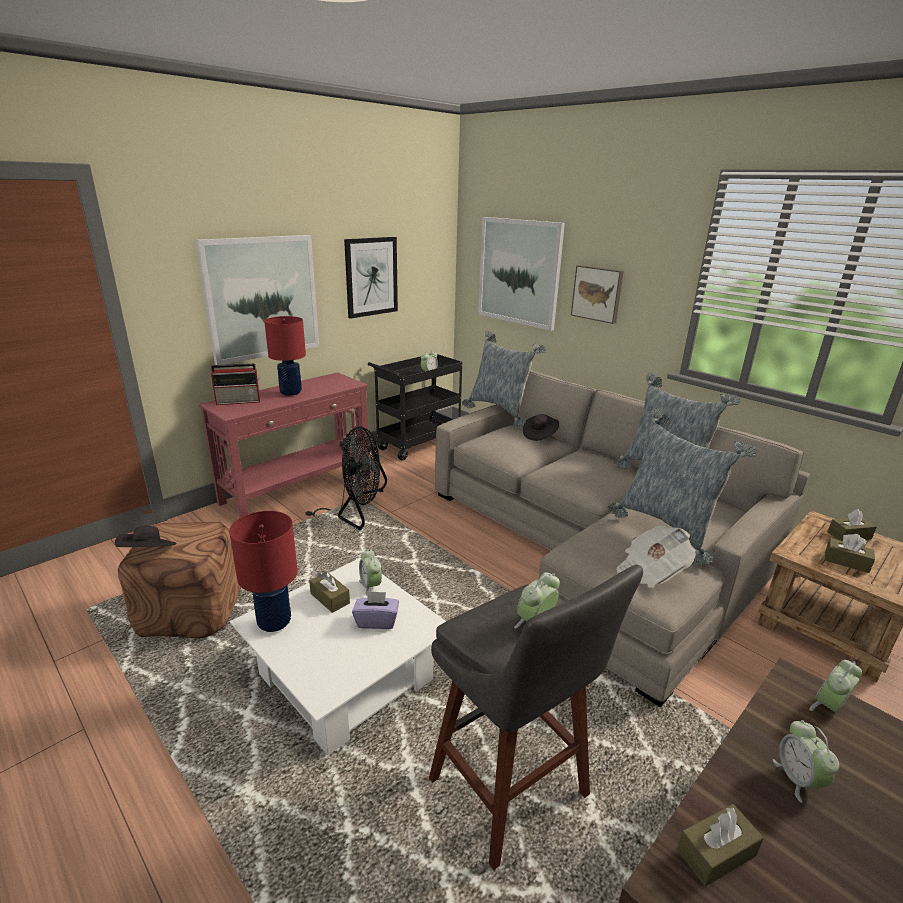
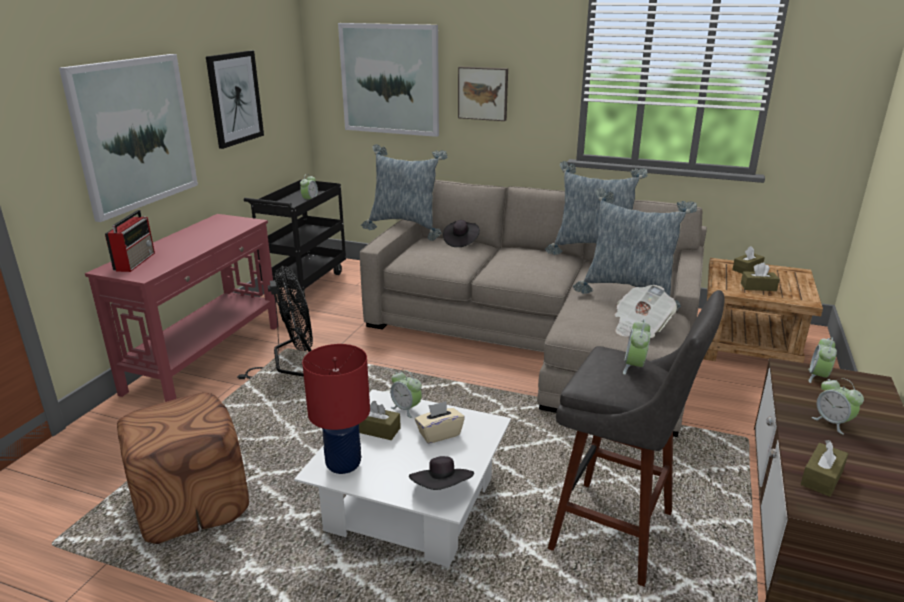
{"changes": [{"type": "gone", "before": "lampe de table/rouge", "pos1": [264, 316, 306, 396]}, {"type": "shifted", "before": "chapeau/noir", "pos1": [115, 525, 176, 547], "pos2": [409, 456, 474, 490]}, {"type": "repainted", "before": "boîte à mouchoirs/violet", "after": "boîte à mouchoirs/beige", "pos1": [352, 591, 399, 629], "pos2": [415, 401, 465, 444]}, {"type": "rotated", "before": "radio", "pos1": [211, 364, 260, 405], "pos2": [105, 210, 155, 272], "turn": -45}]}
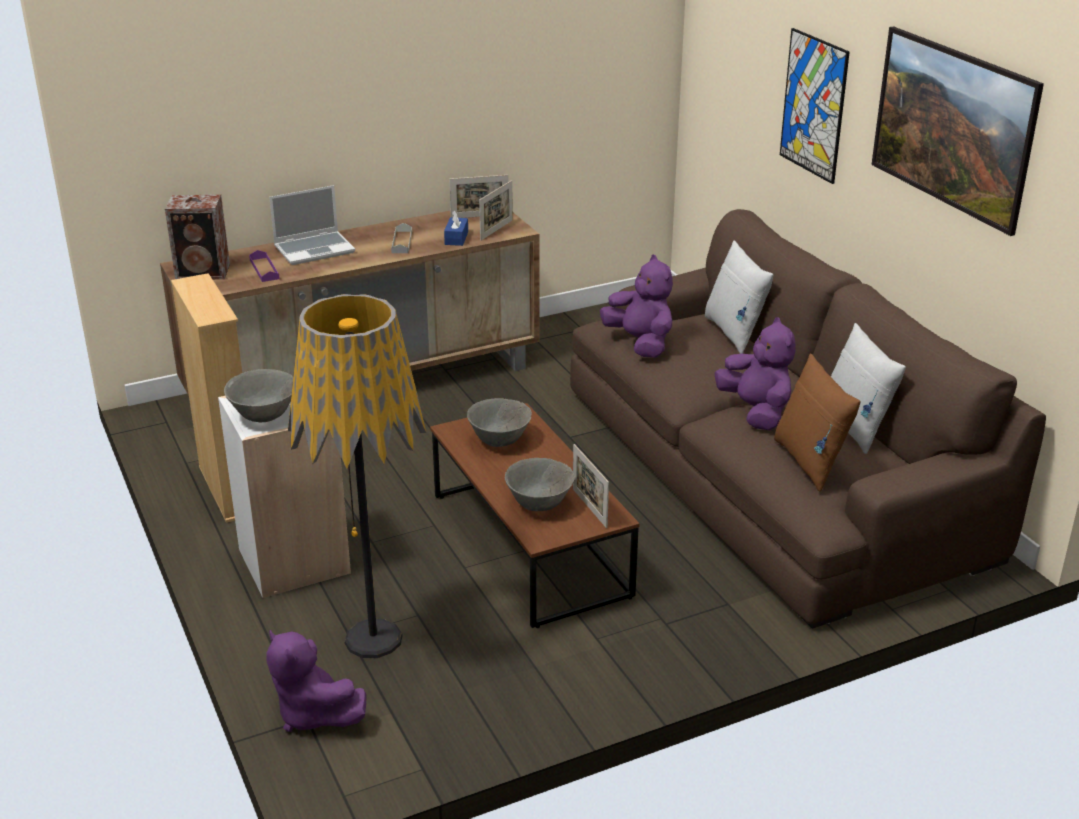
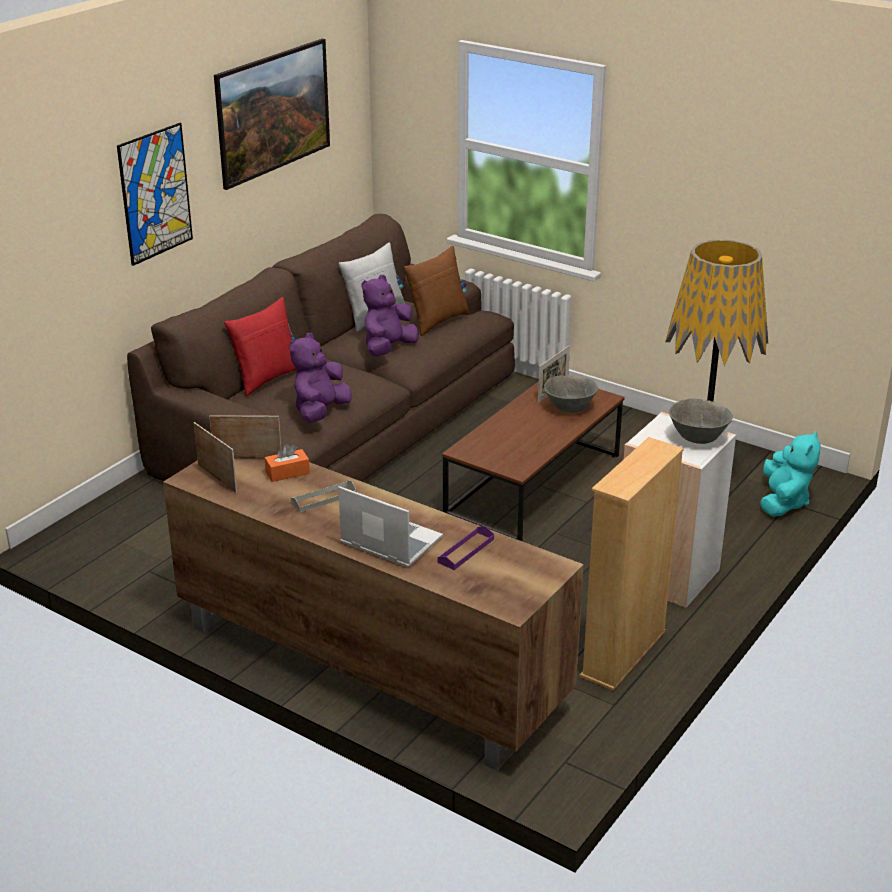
{"changes": [{"type": "gone", "before": "enceinte", "pos1": [165, 194, 230, 280]}, {"type": "gone", "before": "bol/gris", "pos1": [467, 398, 532, 447]}, {"type": "repainted", "before": "peluche/violet", "after": "peluche/turquoise", "pos1": [266, 630, 367, 732], "pos2": [760, 431, 820, 517]}, {"type": "repainted", "before": "boîte à mouchoirs/bleu", "after": "boîte à mouchoirs/orange", "pos1": [444, 211, 468, 246], "pos2": [265, 444, 310, 482]}, {"type": "repainted", "before": "coussin/gris", "after": "coussin/rouge", "pos1": [705, 241, 773, 354], "pos2": [224, 297, 298, 396]}]}
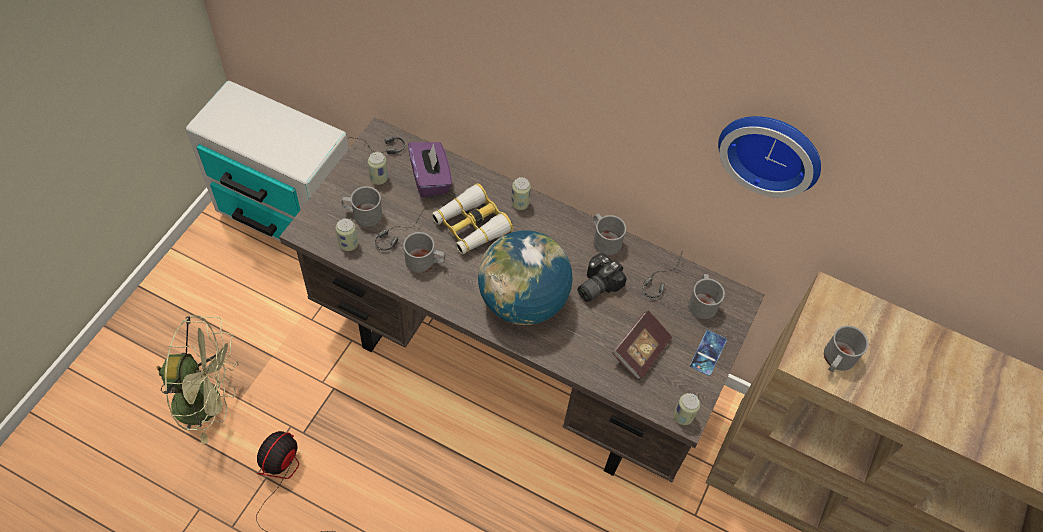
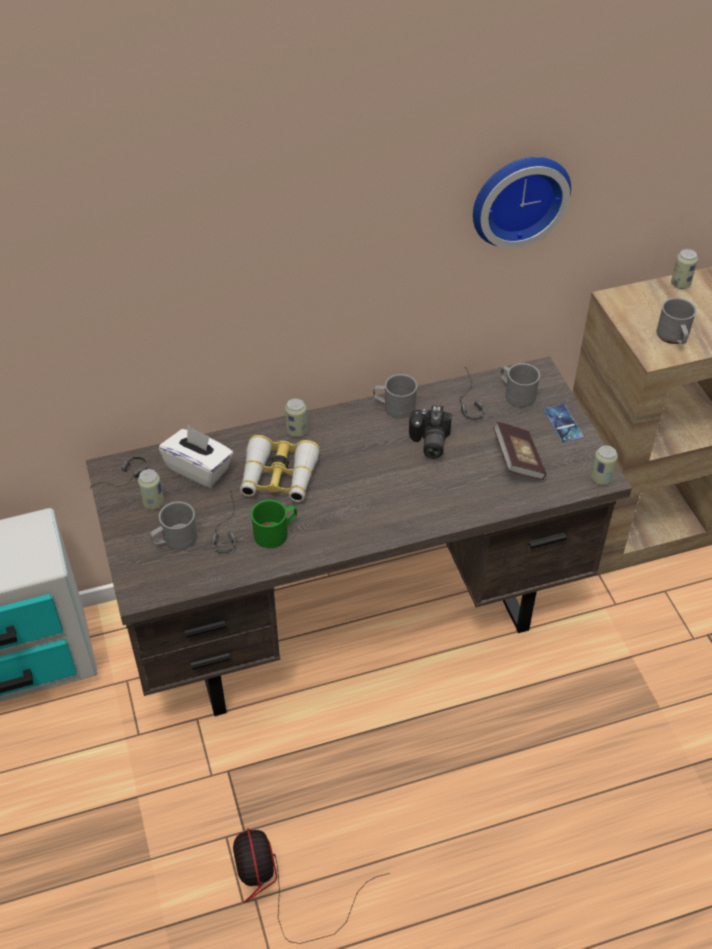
{"changes": [{"type": "gone", "before": "ventilateur/vert", "pos1": [157, 315, 239, 444]}, {"type": "gone", "before": "globe", "pos1": [478, 231, 572, 325]}, {"type": "shifted", "before": "boîte métallique", "pos1": [336, 218, 358, 251], "pos2": [671, 249, 698, 289]}, {"type": "repainted", "before": "mug/gris", "after": "mug/vert", "pos1": [403, 232, 445, 273], "pos2": [251, 500, 297, 548]}, {"type": "repainted", "before": "boîte à mouchoirs/violet", "after": "boîte à mouchoirs/blanc", "pos1": [408, 142, 452, 197], "pos2": [159, 426, 233, 488]}]}
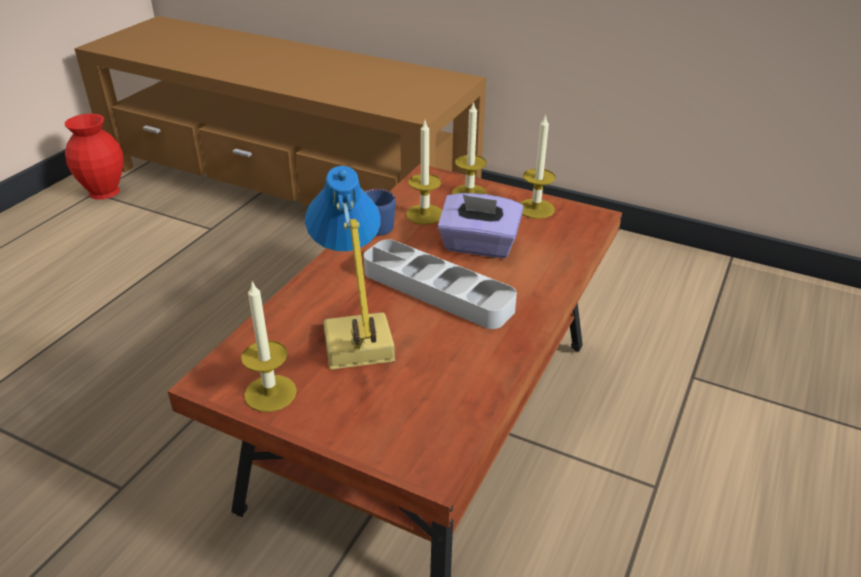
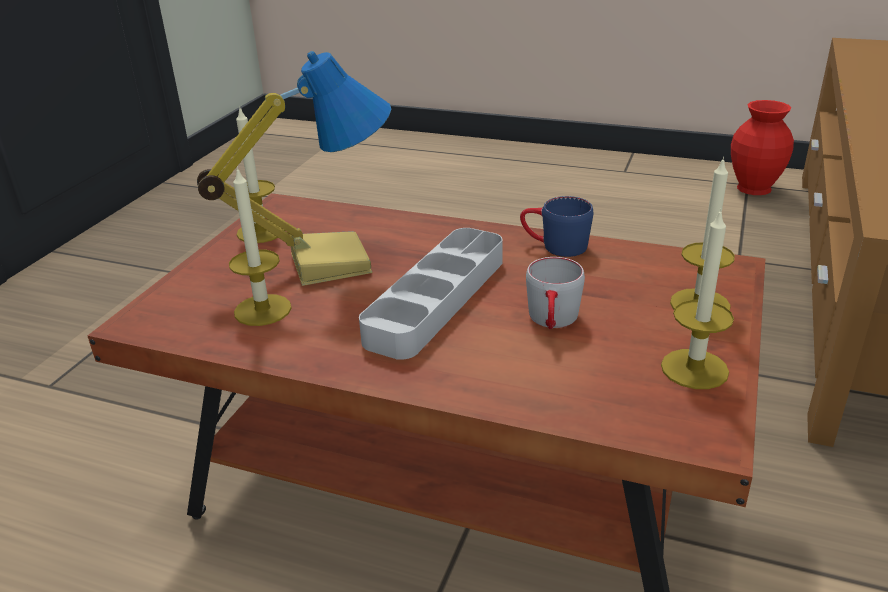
{"changes": [{"type": "shifted", "before": "bougie", "pos1": [406, 121, 442, 225], "pos2": [229, 166, 292, 326]}, {"type": "swapped", "before": "boîte à mouchoirs/violet", "after": "mug/gris", "pos1": [438, 193, 523, 258], "pos2": [526, 257, 585, 329]}]}
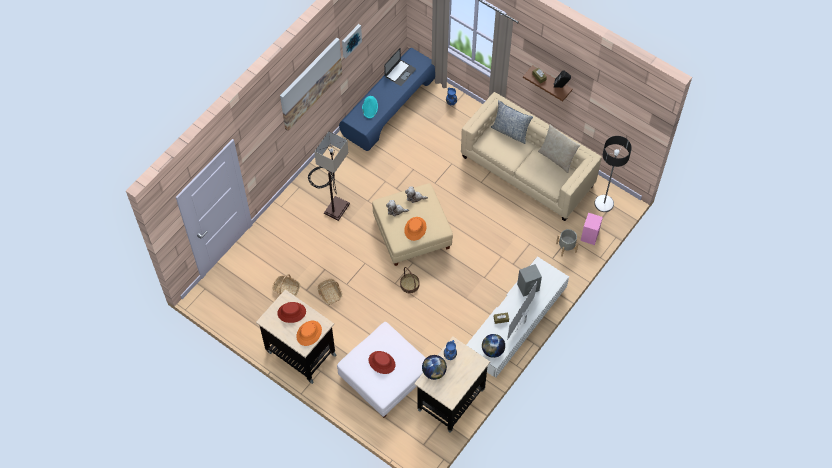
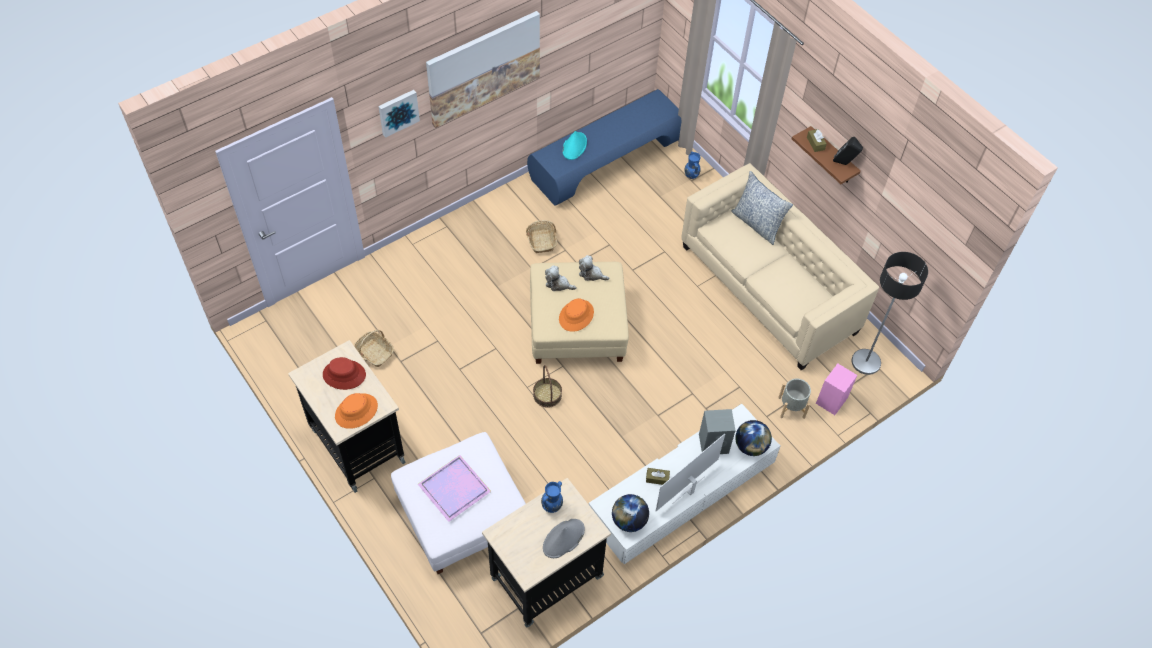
{"changes": [{"type": "gone", "before": "lampadaire", "pos1": [308, 131, 350, 221]}, {"type": "gone", "before": "ordinateur portable", "pos1": [384, 48, 416, 86]}, {"type": "gone", "before": "coussin/beige", "pos1": [538, 125, 580, 173]}, {"type": "new", "after": "chapeau/gris", "pos2": [543, 519, 585, 558]}, {"type": "shifted", "before": "panier", "pos1": [318, 279, 342, 305], "pos2": [526, 220, 557, 253]}, {"type": "shifted", "before": "tableau", "pos1": [342, 24, 362, 58], "pos2": [378, 90, 420, 138]}, {"type": "shifted", "before": "globe", "pos1": [422, 355, 447, 380], "pos2": [735, 420, 772, 456]}, {"type": "swapped", "before": "chapeau/rouge", "after": "plateau/violet", "pos1": [369, 351, 395, 374], "pos2": [418, 455, 491, 522]}]}
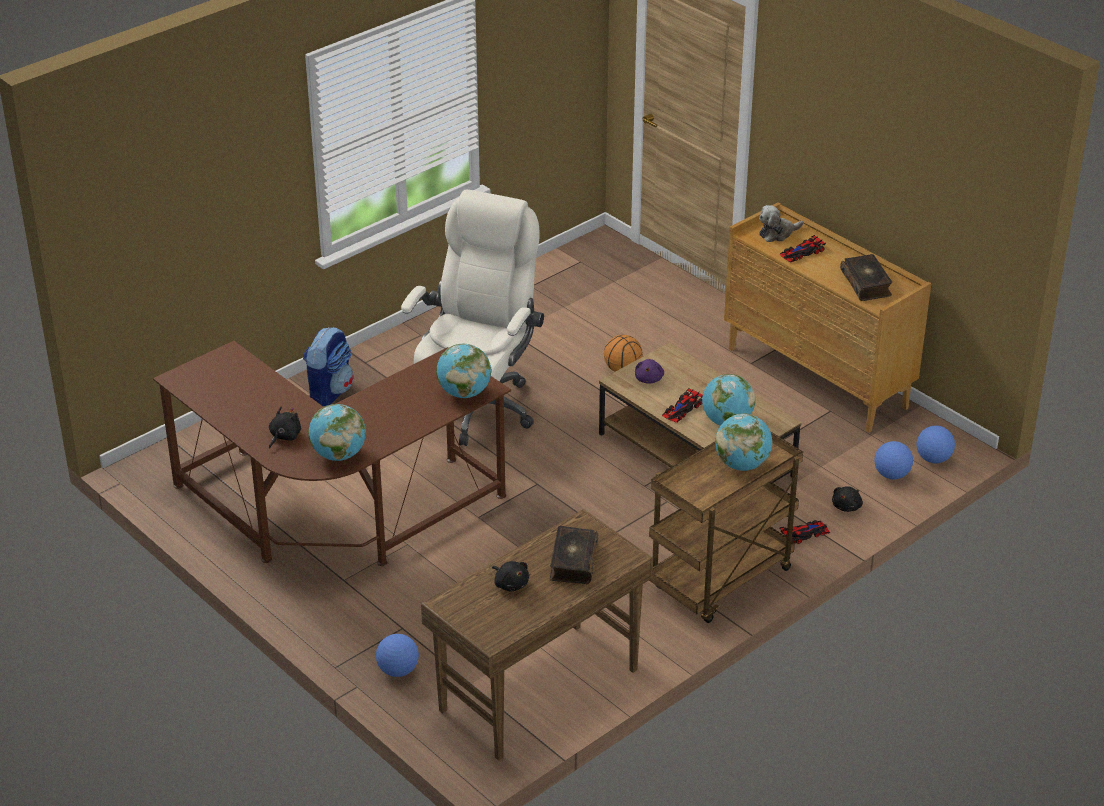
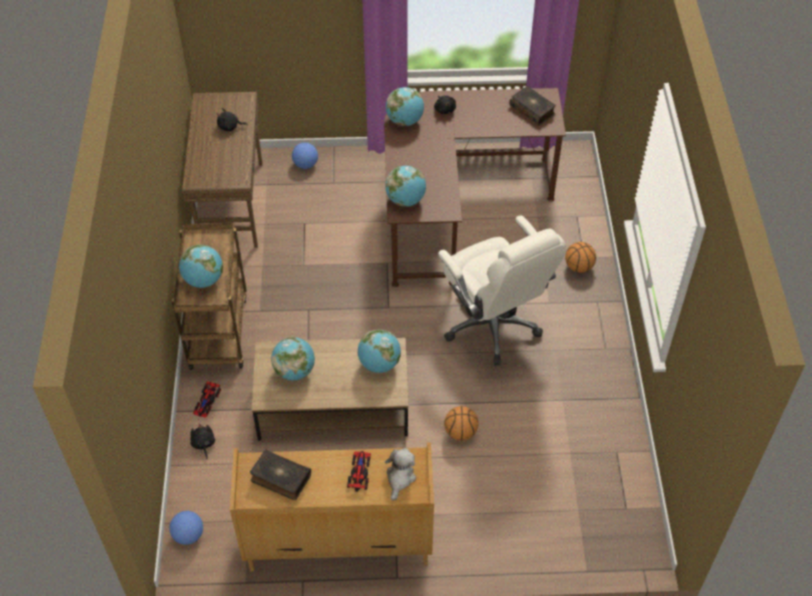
{"changes": [{"type": "gone", "before": "petite voiture", "pos1": [662, 388, 703, 423]}, {"type": "gone", "before": "ballon de foot", "pos1": [874, 441, 913, 479]}, {"type": "shifted", "before": "livre", "pos1": [550, 526, 599, 584], "pos2": [509, 86, 556, 126]}, {"type": "swapped", "before": "sac à dos", "after": "ballon de basket", "pos1": [303, 327, 354, 406], "pos2": [565, 242, 596, 273]}, {"type": "swapped", "before": "peluche/violet", "after": "globe", "pos1": [635, 359, 664, 384], "pos2": [358, 330, 401, 373]}]}
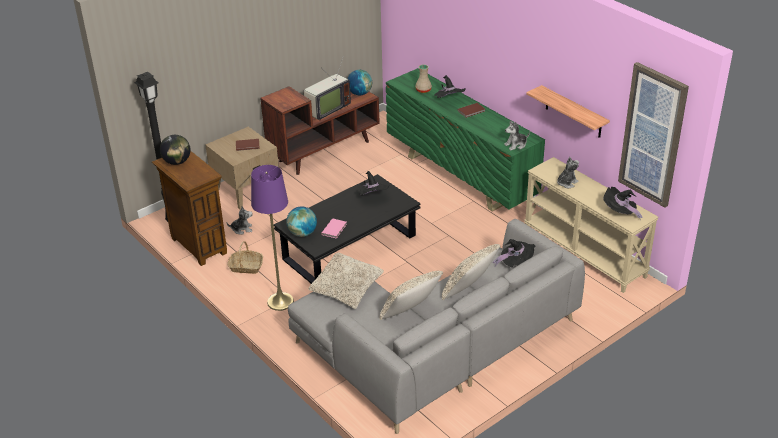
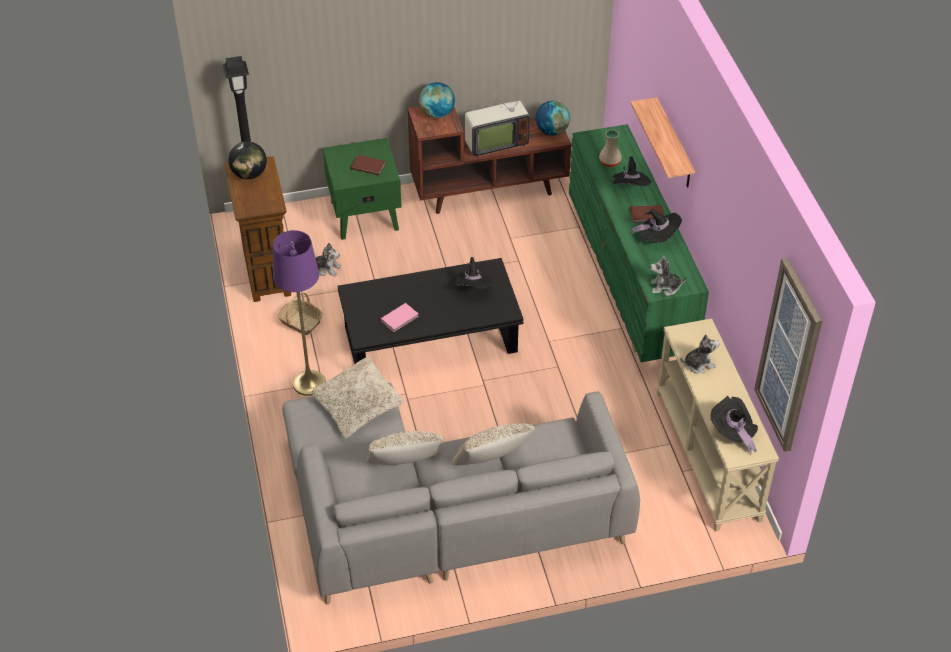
{"changes": [{"type": "shifted", "before": "globe", "pos1": [286, 206, 317, 237], "pos2": [419, 82, 455, 118]}, {"type": "shifted", "before": "chapeau/noir", "pos1": [493, 239, 535, 267], "pos2": [631, 209, 682, 243]}, {"type": "shifted", "before": "étagère", "pos1": [526, 85, 610, 138], "pos2": [631, 97, 695, 188]}, {"type": "repainted", "before": "table de chevet/beige", "after": "table de chevet/vert", "pos1": [205, 127, 279, 209], "pos2": [323, 138, 402, 240]}]}
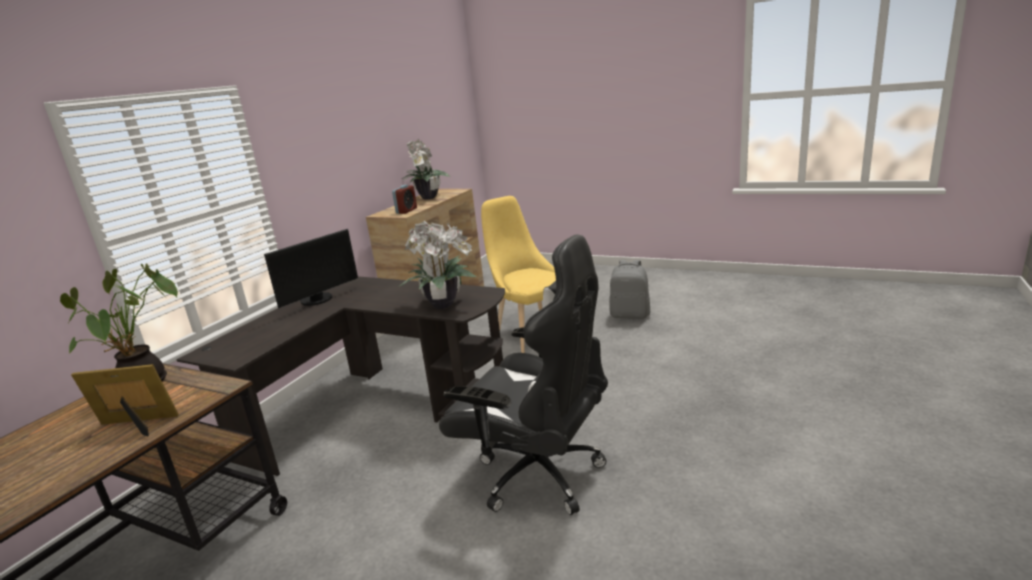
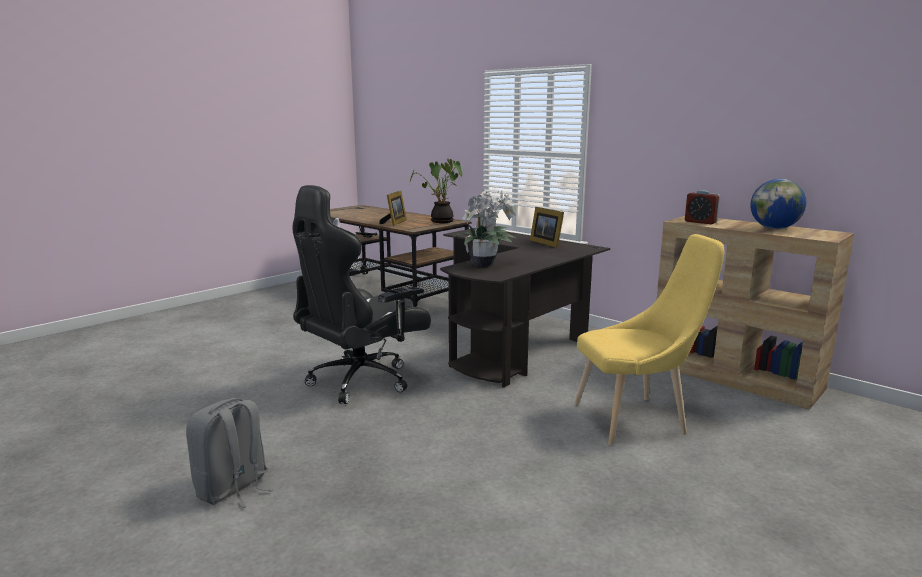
{"changes": [{"type": "shifted", "before": "sac à dos/gris", "pos1": [609, 260, 650, 319], "pos2": [186, 398, 273, 508]}, {"type": "swapped", "before": "écran d'ordinateur", "after": "cadre photo", "pos1": [264, 229, 358, 308], "pos2": [530, 207, 564, 248]}, {"type": "swapped", "before": "plante en pot", "after": "globe", "pos1": [402, 139, 451, 199], "pos2": [750, 179, 807, 229]}]}
